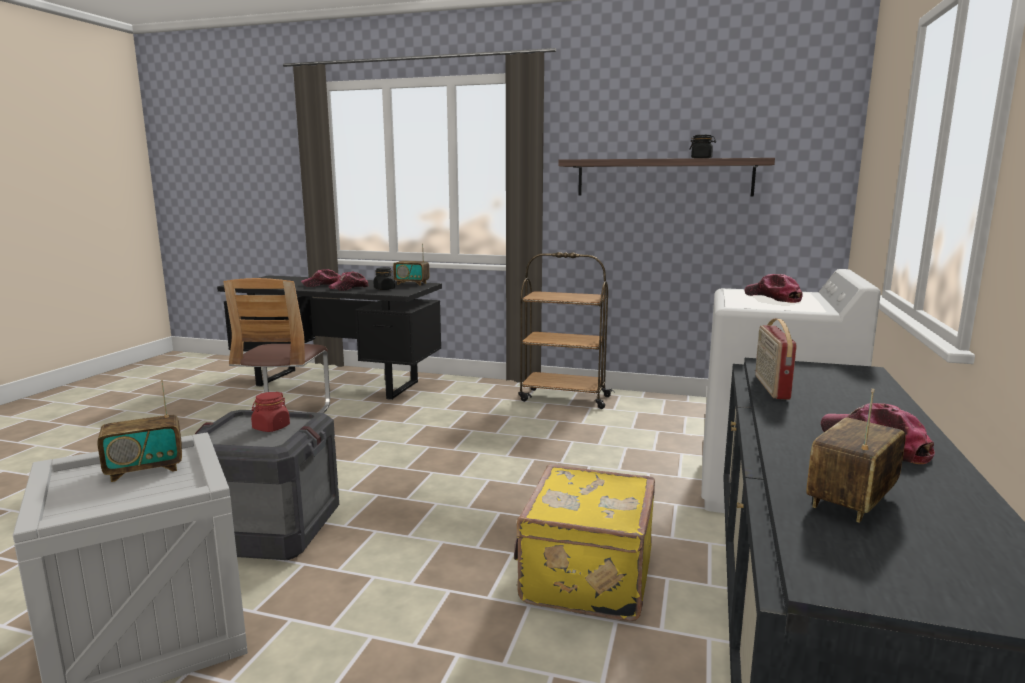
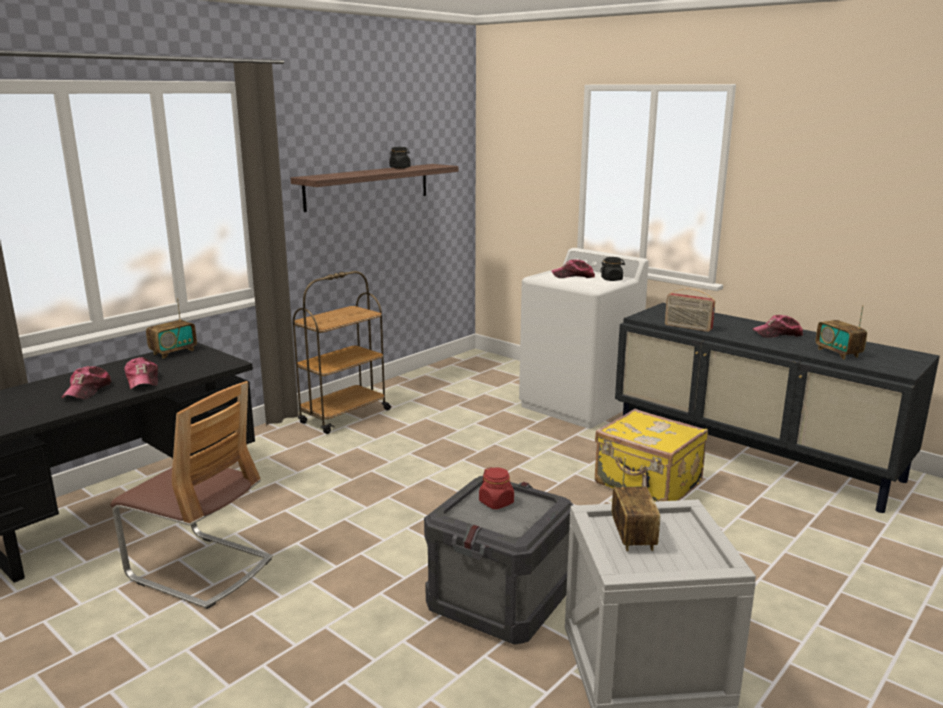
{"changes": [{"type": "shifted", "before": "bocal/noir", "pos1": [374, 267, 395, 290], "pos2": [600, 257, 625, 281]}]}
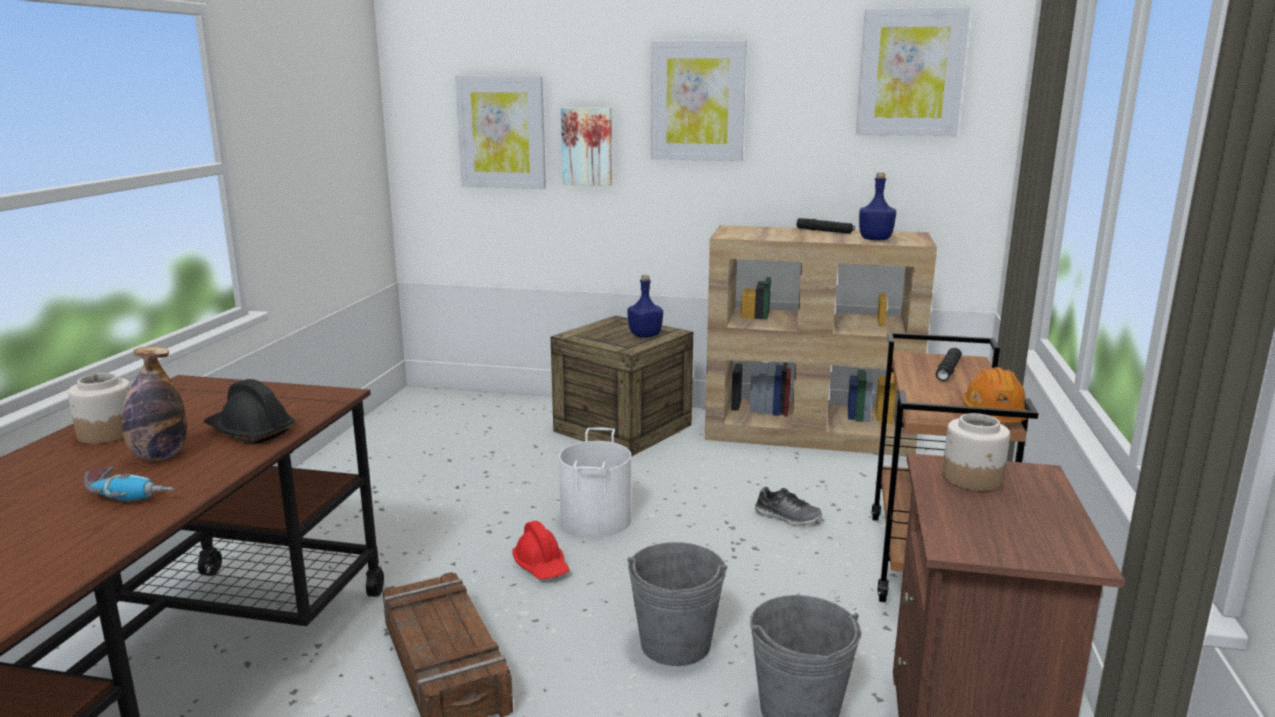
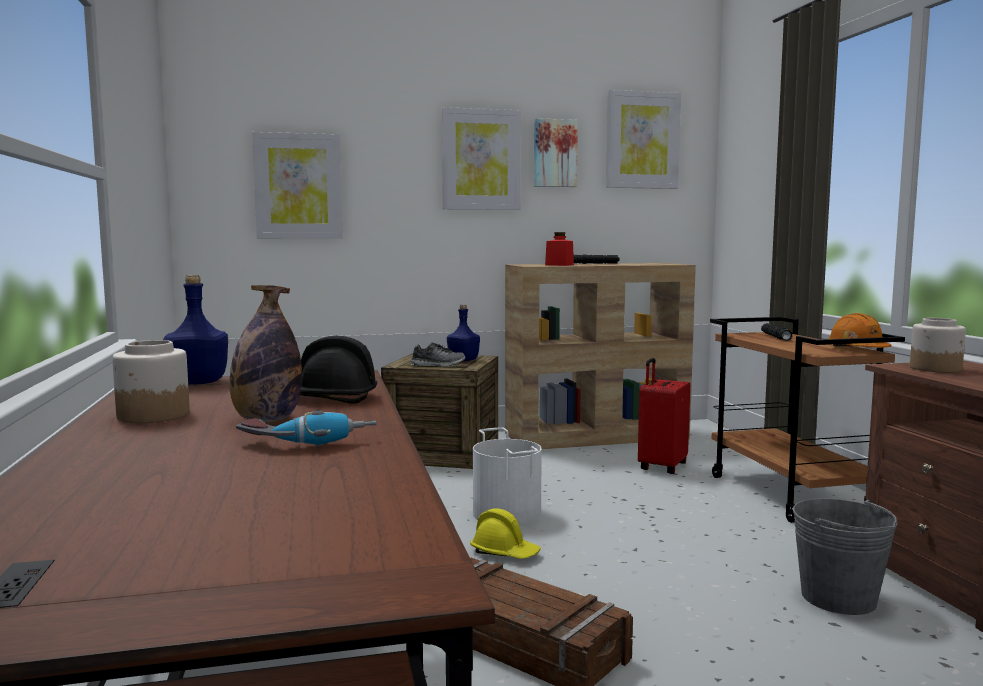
{"changes": [{"type": "gone", "before": "seau/gris", "pos1": [627, 542, 728, 666]}, {"type": "new", "after": "bocal/rouge", "pos2": [545, 232, 574, 266]}, {"type": "new", "after": "valise/rouge", "pos2": [638, 358, 690, 474]}, {"type": "shifted", "before": "tableau", "pos1": [561, 107, 612, 186], "pos2": [534, 118, 578, 187]}, {"type": "shifted", "before": "chaussure", "pos1": [754, 487, 822, 527], "pos2": [411, 342, 465, 367]}, {"type": "shifted", "before": "bouteille/bleu", "pos1": [859, 172, 896, 240], "pos2": [163, 275, 228, 384]}, {"type": "repainted", "before": "casque de chantier/rouge", "after": "casque de chantier/jaune", "pos1": [512, 521, 570, 579], "pos2": [470, 508, 541, 559]}]}
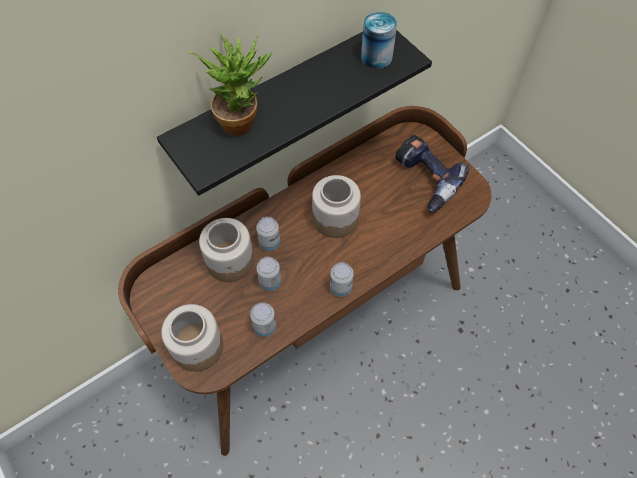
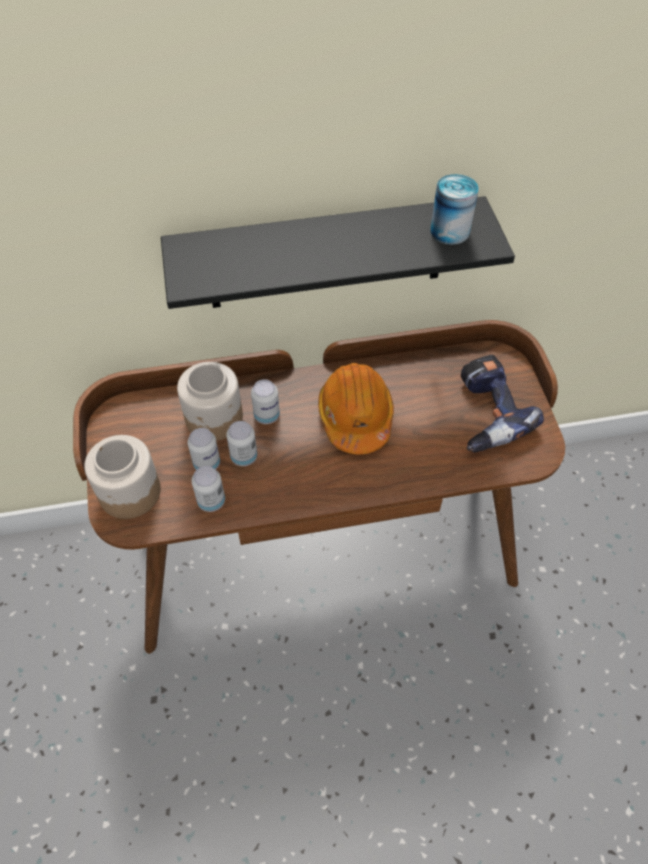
{"changes": [{"type": "gone", "before": "plante en pot", "pos1": [189, 34, 272, 136]}, {"type": "shifted", "before": "boîte métallique", "pos1": [330, 262, 354, 297], "pos2": [188, 428, 220, 470]}, {"type": "swapped", "before": "bocal", "after": "casque de chantier/orange", "pos1": [312, 175, 361, 238], "pos2": [318, 363, 394, 454]}]}
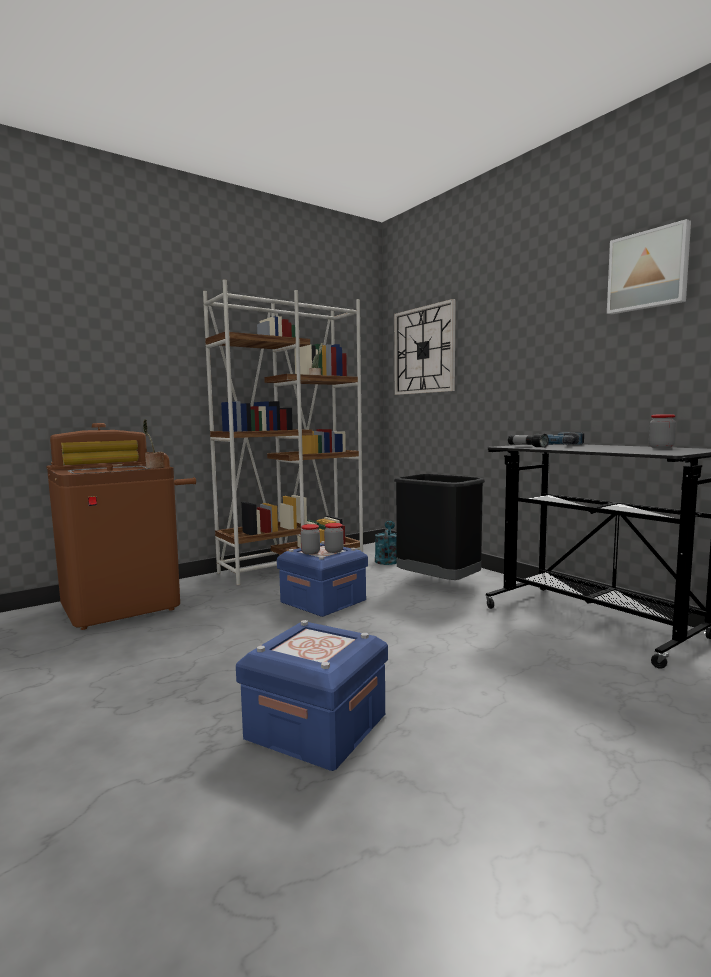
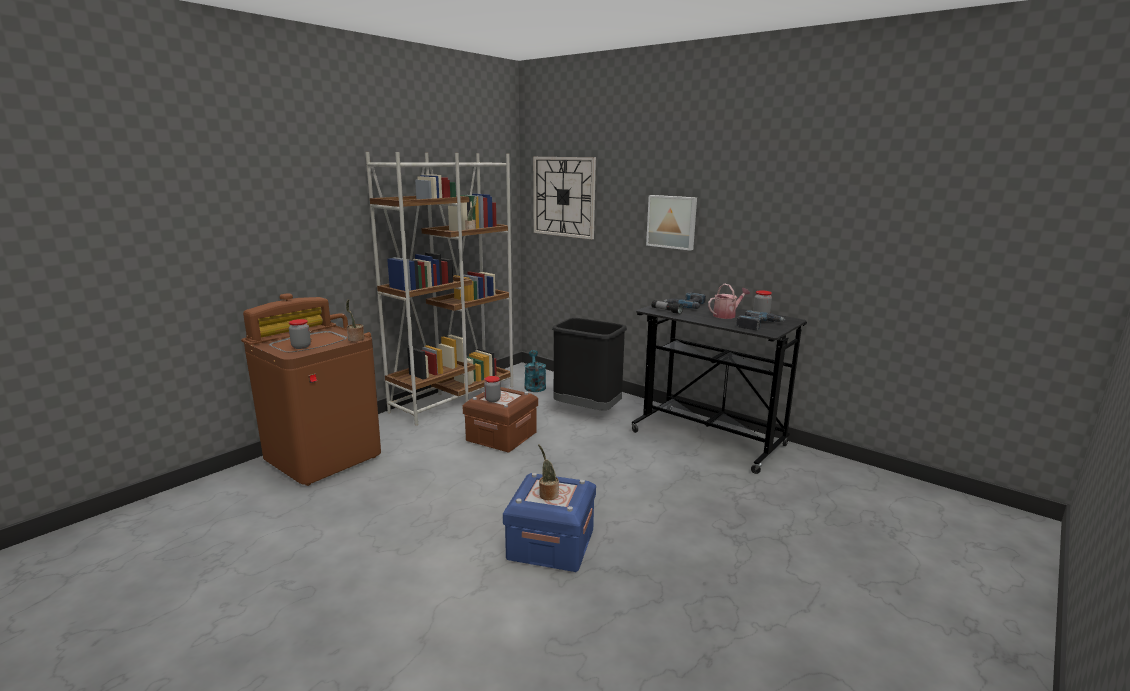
{"changes": [{"type": "new", "after": "plante en pot", "pos2": [538, 444, 559, 500]}, {"type": "new", "after": "arrosoir", "pos2": [708, 284, 750, 319]}, {"type": "new", "after": "perceuse", "pos2": [736, 310, 785, 330]}, {"type": "shifted", "before": "bocal", "pos1": [324, 523, 343, 553], "pos2": [289, 319, 311, 349]}, {"type": "shifted", "before": "tableau", "pos1": [607, 219, 691, 314], "pos2": [646, 195, 697, 250]}, {"type": "repainted", "before": "boîte de rangement/bleu", "after": "boîte de rangement/marron", "pos1": [277, 541, 368, 617], "pos2": [462, 387, 538, 453]}]}
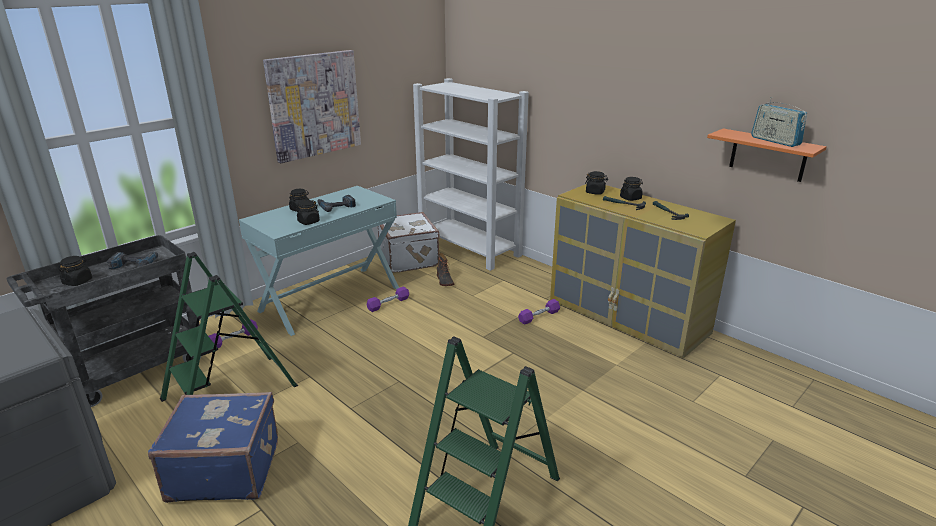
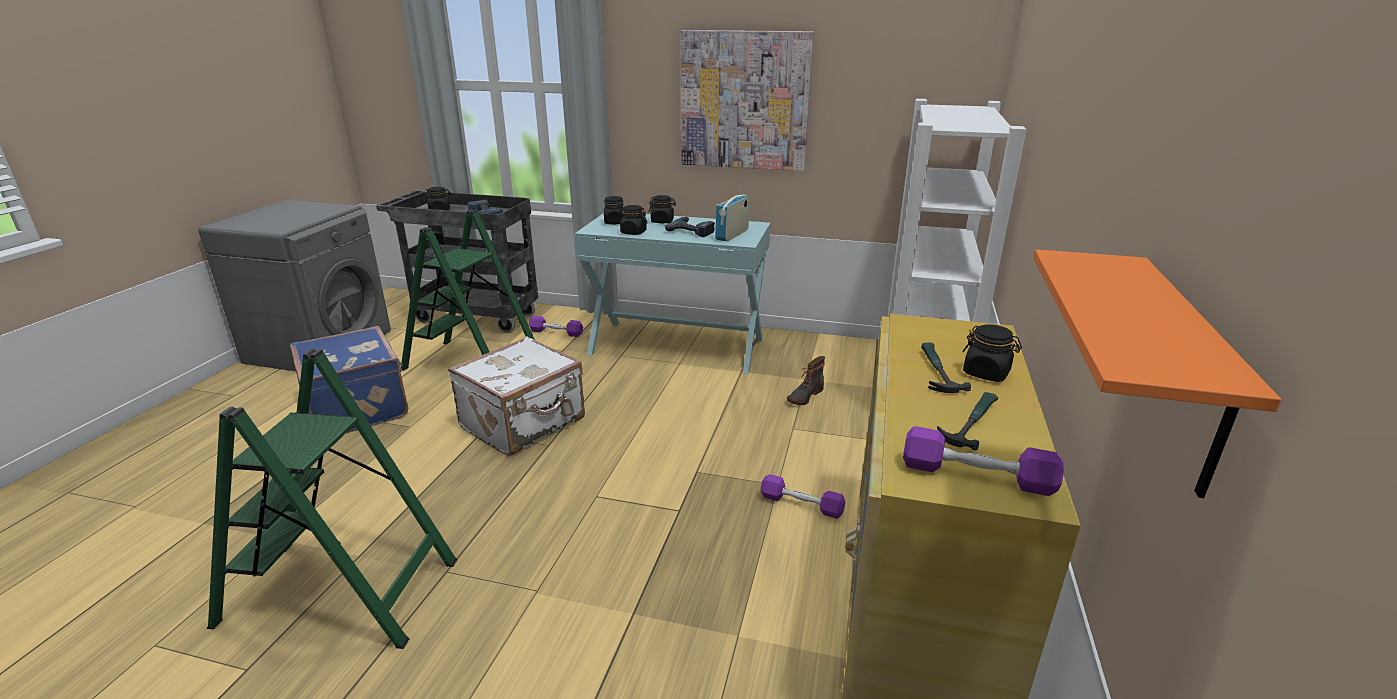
{"changes": [{"type": "shifted", "before": "haltère/violet", "pos1": [367, 287, 409, 312], "pos2": [903, 426, 1064, 496]}, {"type": "shifted", "before": "valise/blanc", "pos1": [378, 212, 440, 272], "pos2": [448, 336, 585, 456]}, {"type": "shifted", "before": "bocal/noir", "pos1": [585, 171, 608, 195], "pos2": [604, 196, 624, 224]}, {"type": "shifted", "before": "radio", "pos1": [751, 97, 807, 147], "pos2": [715, 188, 749, 242]}]}
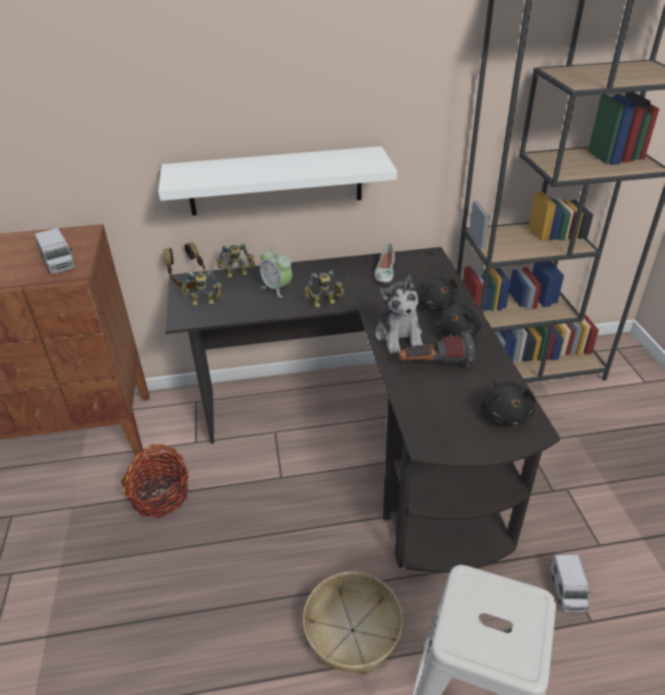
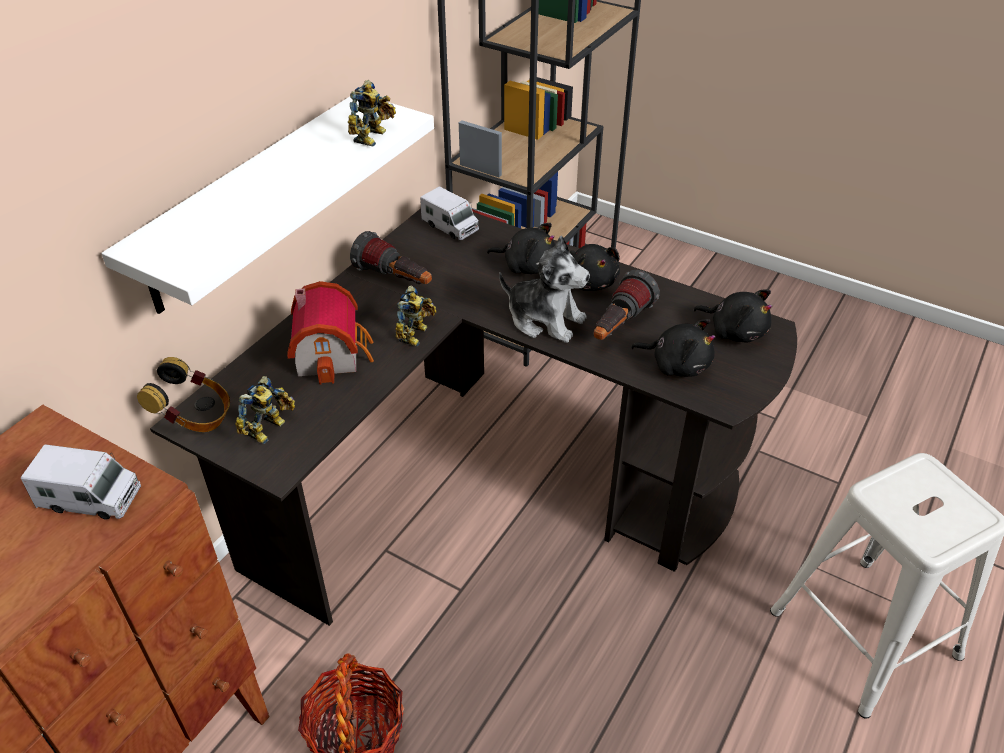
{"changes": [{"type": "gone", "before": "panier", "pos1": [303, 572, 403, 675]}, {"type": "gone", "before": "chaussure/blanc", "pos1": [375, 243, 395, 283]}, {"type": "new", "after": "lampe de poche", "pos2": [350, 231, 432, 284]}, {"type": "new", "after": "peluche/noir", "pos2": [631, 319, 715, 377]}, {"type": "shifted", "before": "robot jouet", "pos1": [217, 243, 255, 279], "pos2": [348, 80, 396, 147]}, {"type": "shifted", "before": "camion jouet", "pos1": [550, 555, 591, 613], "pos2": [420, 186, 479, 240]}, {"type": "swapped", "before": "réveil", "after": "maison miniature", "pos1": [260, 247, 292, 298], "pos2": [287, 281, 374, 385]}]}
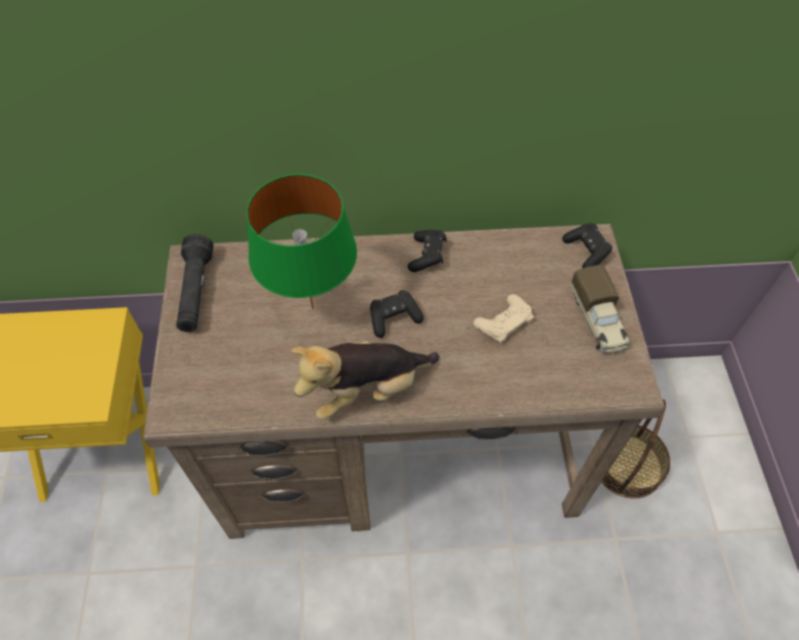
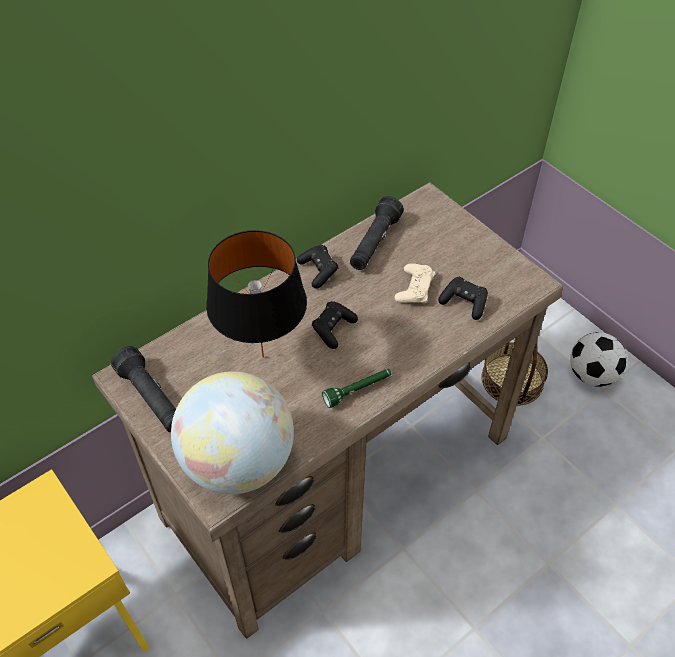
{"changes": [{"type": "gone", "before": "camion jouet", "pos1": [570, 265, 630, 353]}, {"type": "new", "after": "globe", "pos2": [171, 371, 294, 494]}, {"type": "new", "after": "lampe de poche/noir", "pos2": [350, 196, 404, 270]}, {"type": "new", "after": "ballon de foot", "pos2": [570, 332, 627, 387]}, {"type": "shifted", "before": "manette/noir", "pos1": [562, 223, 612, 268], "pos2": [438, 277, 488, 320]}, {"type": "swapped", "before": "peluche", "after": "lampe de poche/vert", "pos1": [291, 341, 440, 420], "pos2": [322, 369, 391, 408]}, {"type": "repainted", "before": "lampe de table/vert", "after": "lampe de table/noir", "pos1": [247, 174, 357, 309], "pos2": [206, 230, 307, 358]}]}
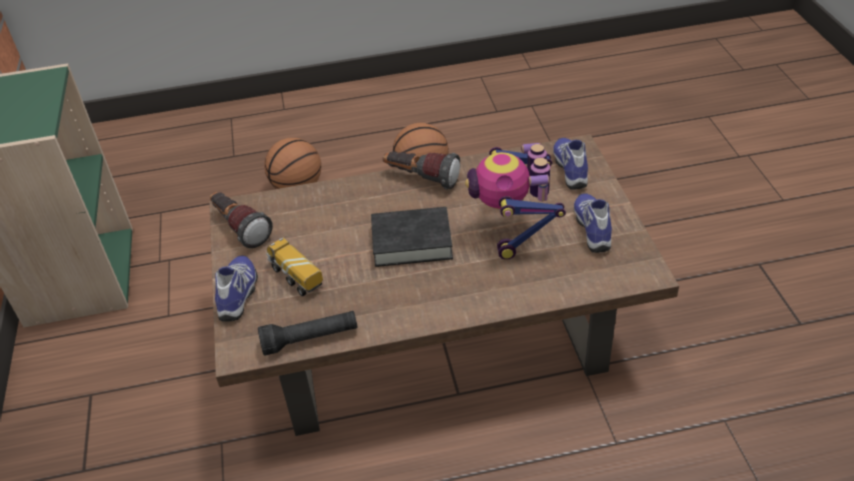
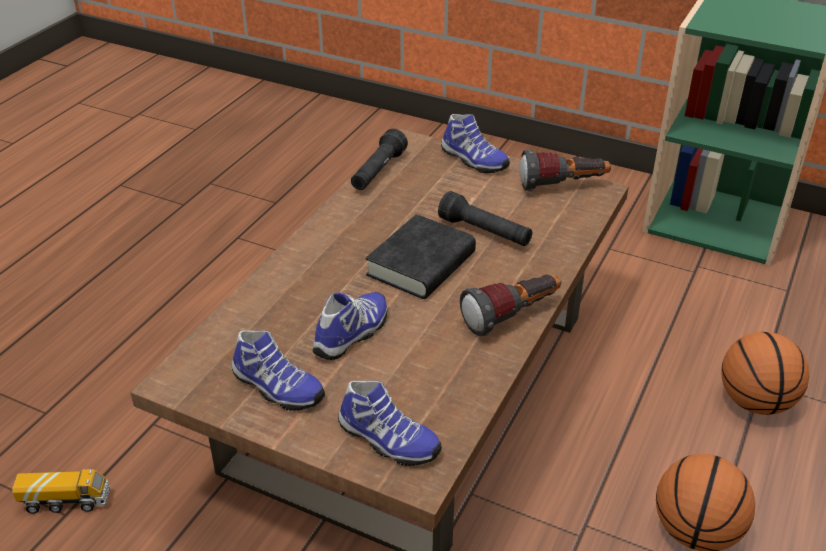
{"changes": [{"type": "new", "after": "lampe de poche/noir", "pos2": [438, 191, 532, 246]}, {"type": "shifted", "before": "camion jouet", "pos1": [266, 237, 323, 296], "pos2": [12, 469, 110, 514]}, {"type": "swapped", "before": "robot jouet", "after": "chaussure", "pos1": [465, 143, 566, 260], "pos2": [313, 292, 387, 360]}]}
